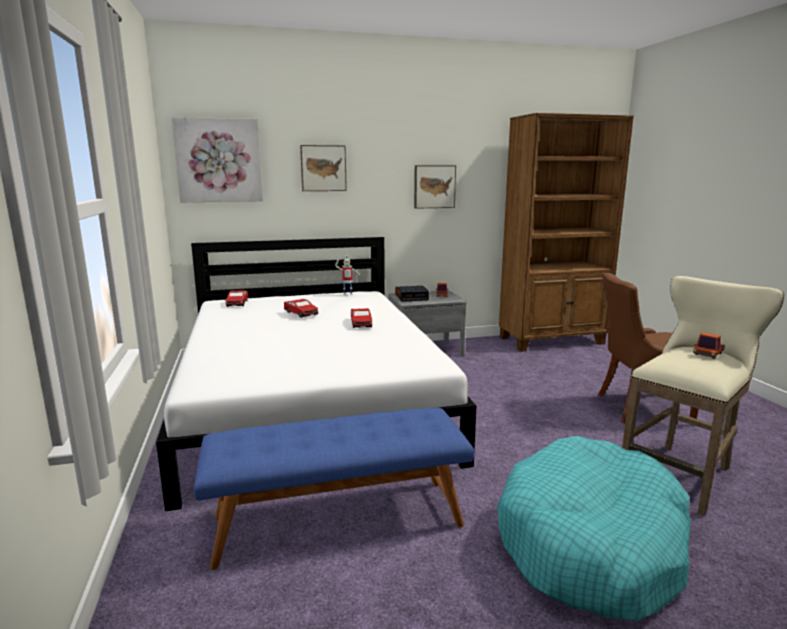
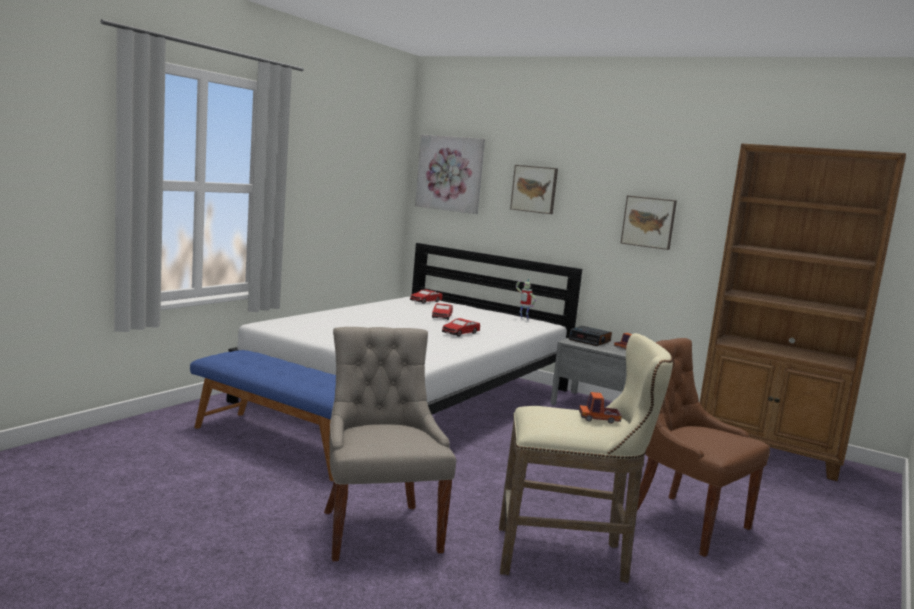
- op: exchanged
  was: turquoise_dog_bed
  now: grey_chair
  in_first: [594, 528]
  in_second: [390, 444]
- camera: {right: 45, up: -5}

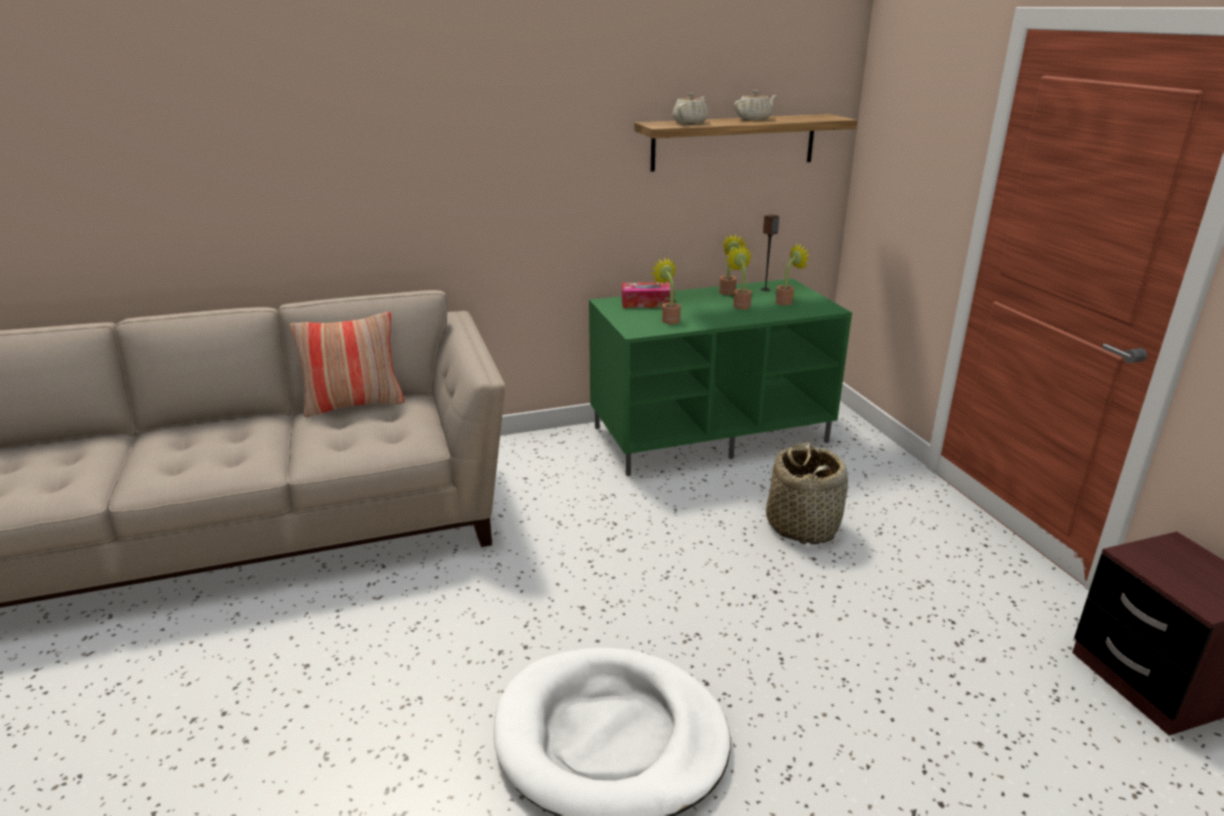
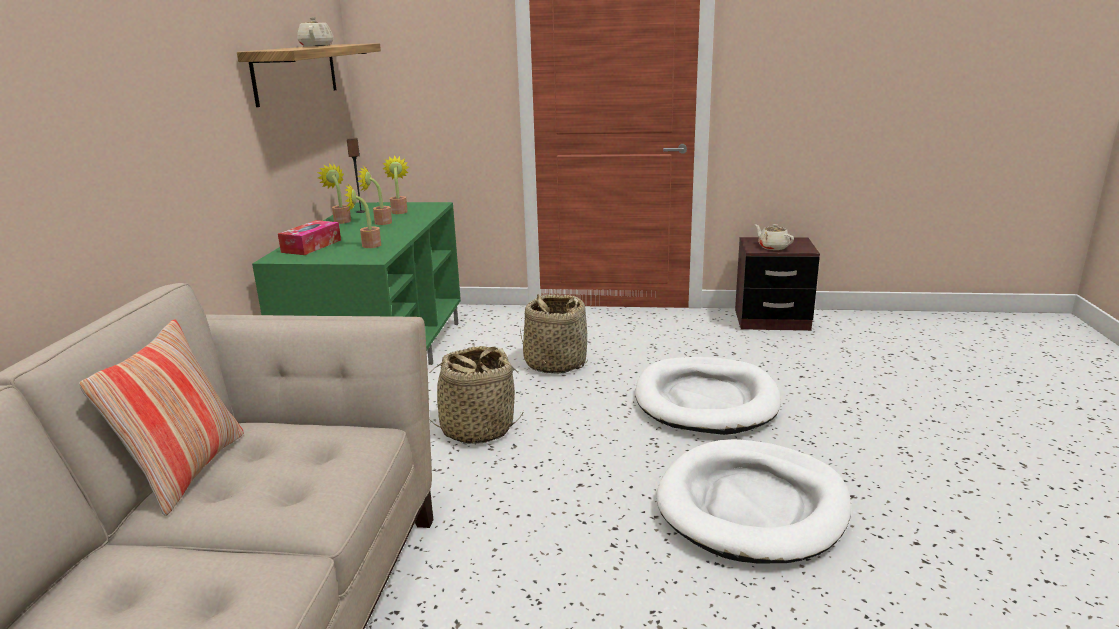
- op: relocated
  was: beige_teapot
  in_first: [691, 108]
  in_second: [774, 237]
- op: appeared
  now: basket
  in_second: [476, 395]
- op: appeared
  now: white_dog_bed
  in_second: [708, 396]
- camera: {right: -65, up: -5}

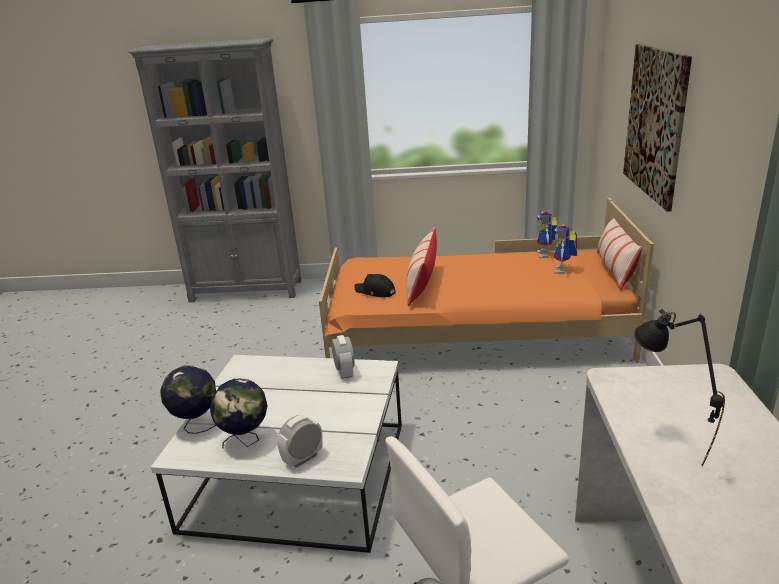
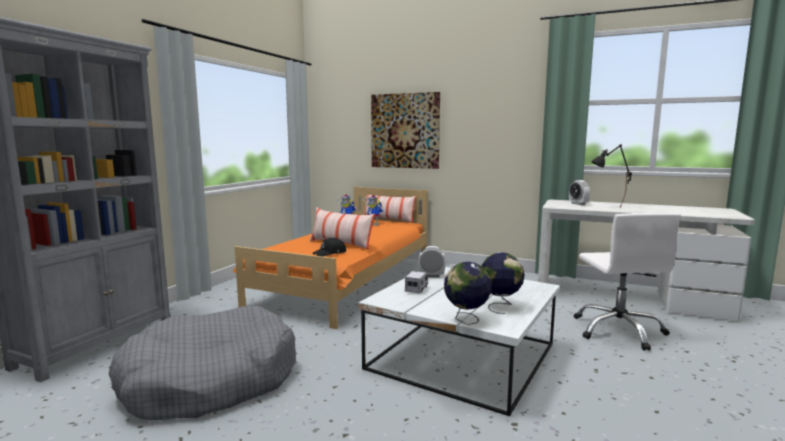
- op: relocated
  was: alarm_clock
  in_first: [300, 441]
  in_second: [579, 192]
- op: appeared
  now: toy_truck
  in_second: [416, 282]
- op: appeared
  now: grey_dog_bed
  in_second: [202, 363]
- camera: {right: -70, up: -15}

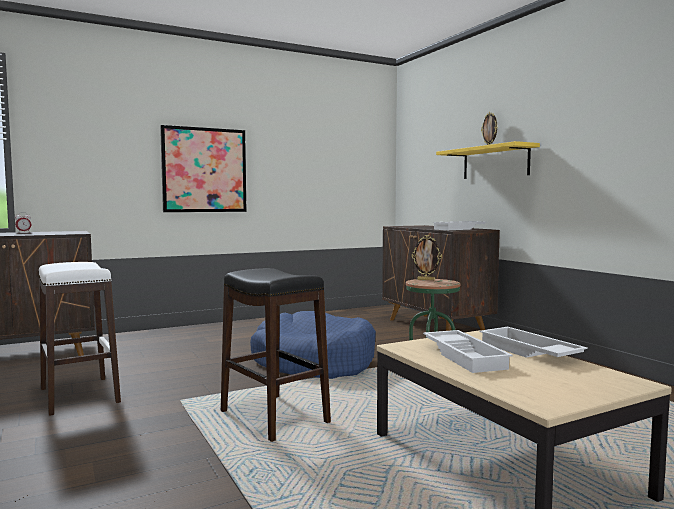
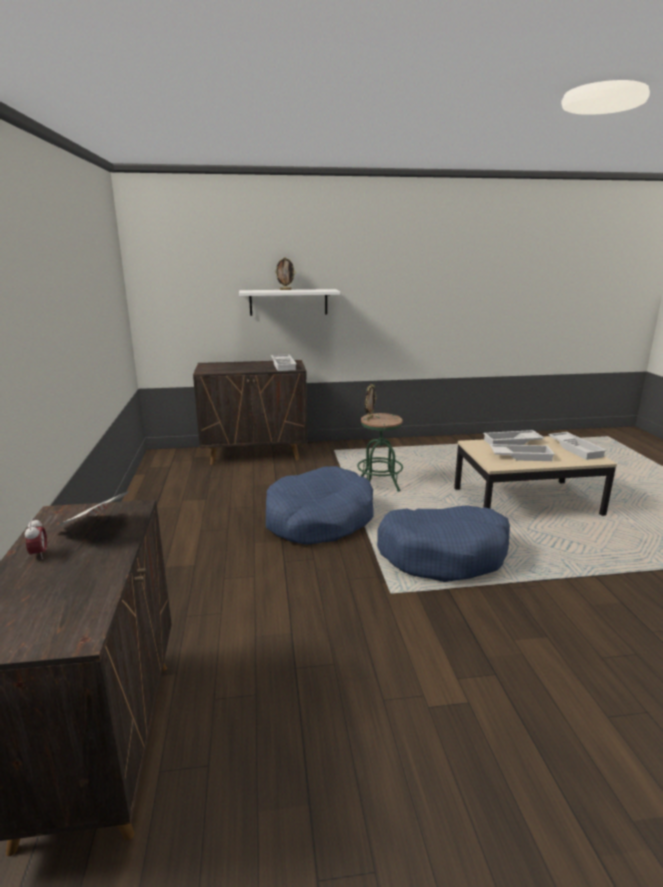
- op: missing
  was: picture
  in_first: [203, 168]
- op: colour
  was: yellow_shelf
  now: white_shelf
  in_first: [488, 160]
  in_second: [289, 302]
- op: missing
  was: white_stool
  in_first: [80, 339]
- op: exchanged
  was: black_stool
  now: blue_dog_bed
  in_first: [276, 355]
  in_second: [443, 543]
- op: appeared
  now: white_tray
  in_second: [577, 446]
- op: appeared
  now: newspaper
  in_second: [92, 510]
- camera: {right: -70, up: 15}

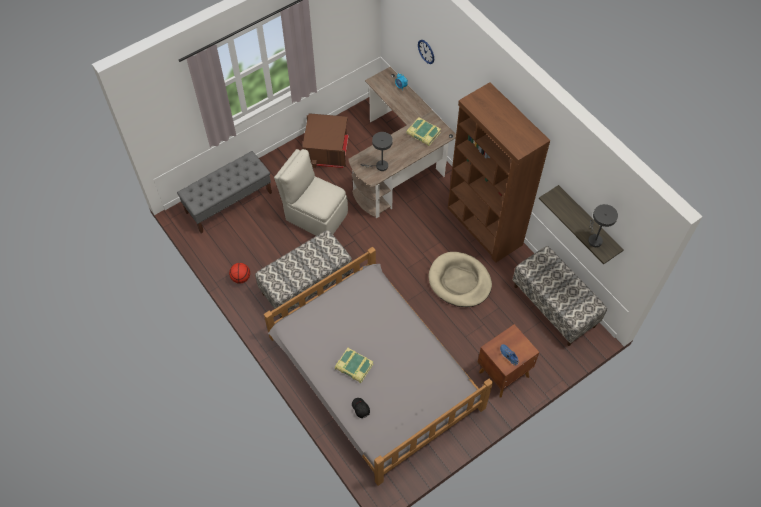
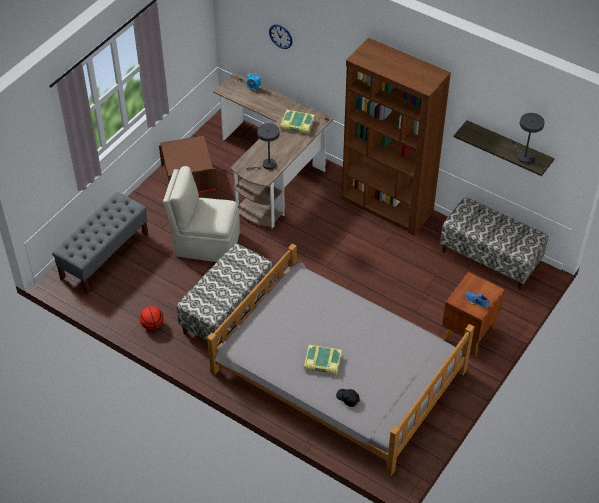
- op: missing
  was: beige_dog_bed
  in_first: [460, 279]
- camera: {right: -20, up: -10}

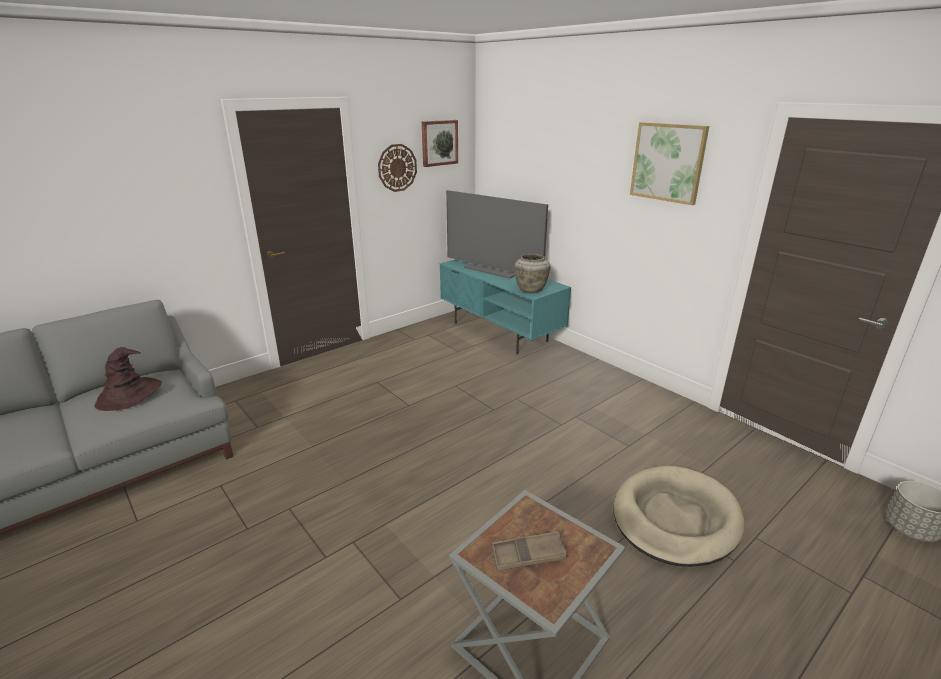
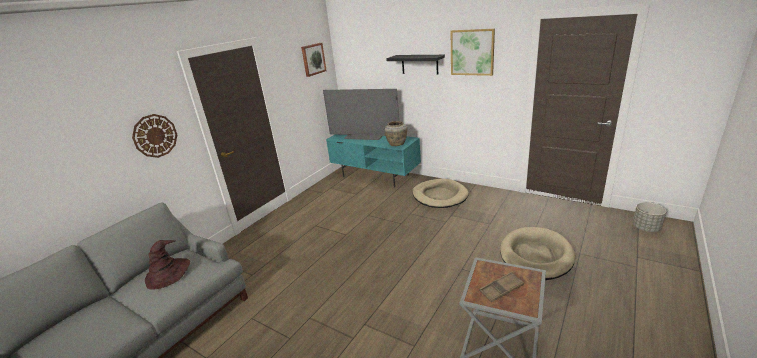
- op: relocated
  was: wall_clock
  in_first: [397, 168]
  in_second: [154, 136]
- op: appeared
  now: black_shelf
  in_second: [415, 64]
- op: appeared
  now: beige_dog_bed
  in_second: [440, 193]
- camera: {right: -15, up: 0}

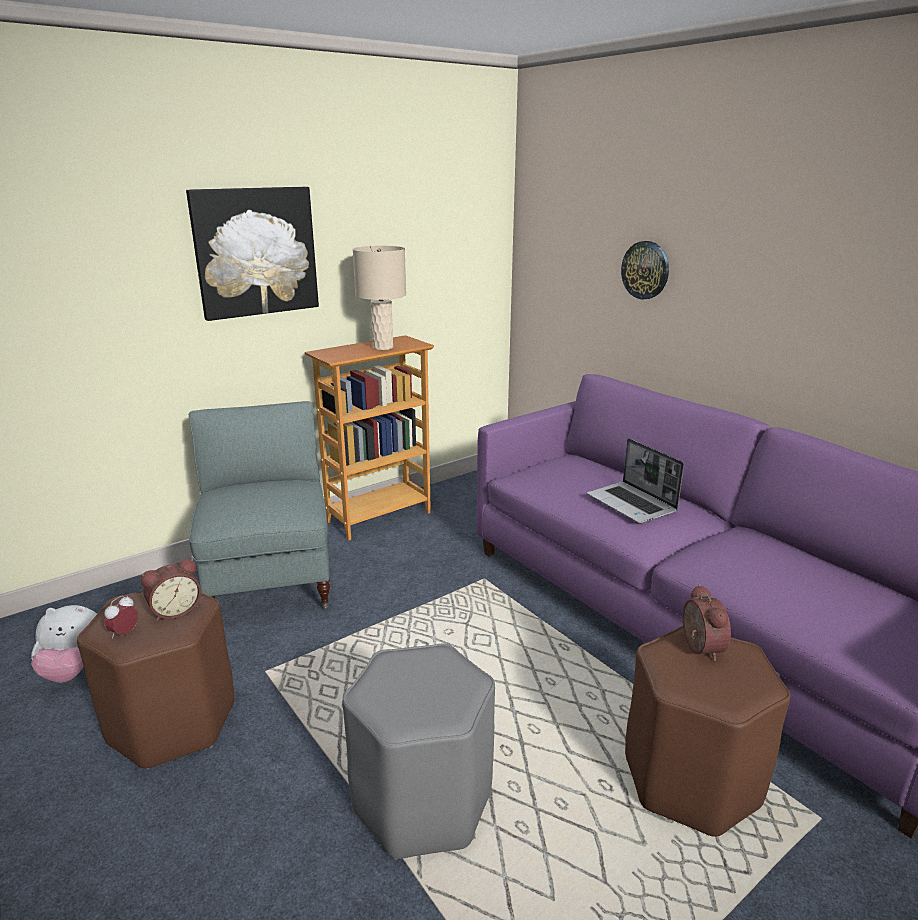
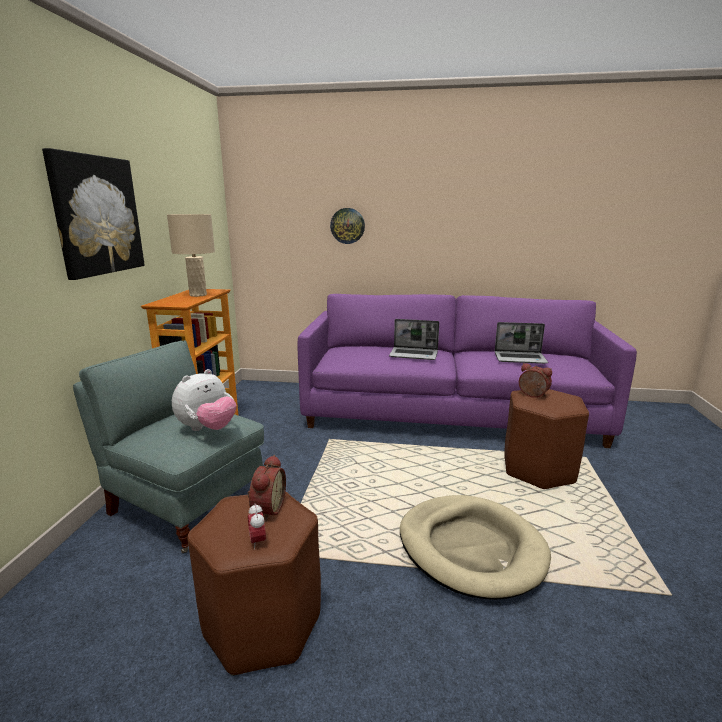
- op: relocated
  was: plush_toy
  in_first: [64, 644]
  in_second: [204, 400]
- op: exchanged
  was: grey_stool
  now: beige_dog_bed
  in_first: [418, 751]
  in_second: [475, 547]
- op: appeared
  now: laptop
  in_second: [521, 343]
- camera: {right: -45, up: -5}

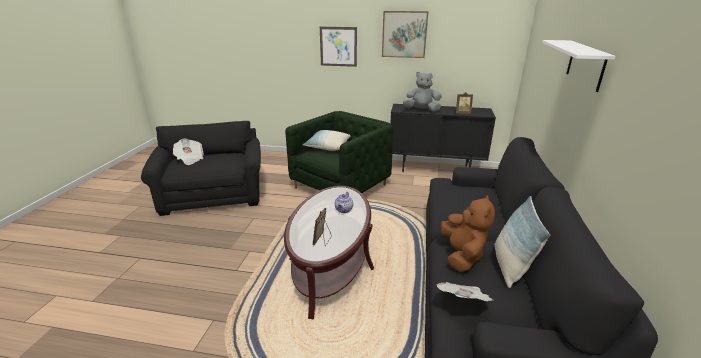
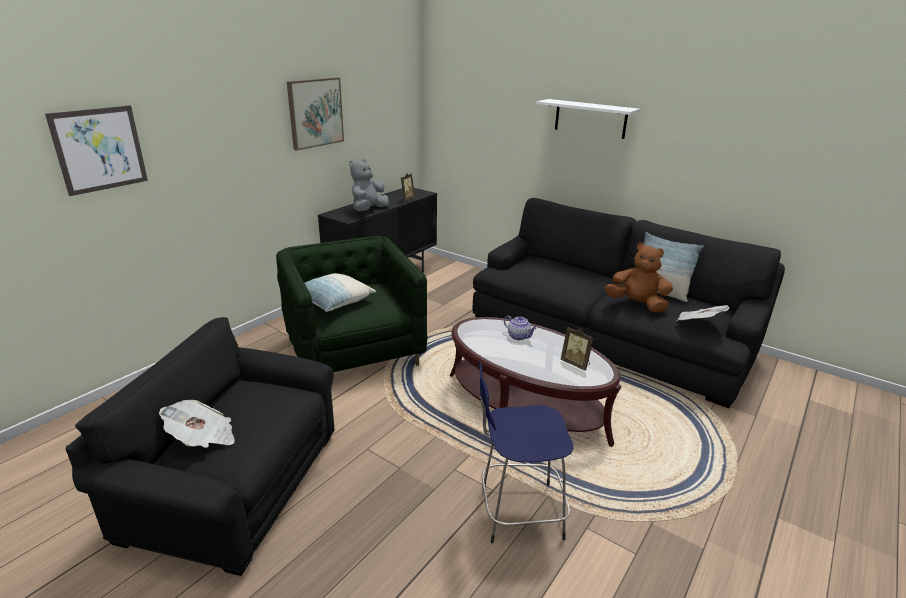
- op: relocated
  was: picture
  in_first: [338, 47]
  in_second: [96, 150]
- op: appeared
  now: blue_stool
  in_second: [526, 452]
- camera: {right: -65, up: 0}

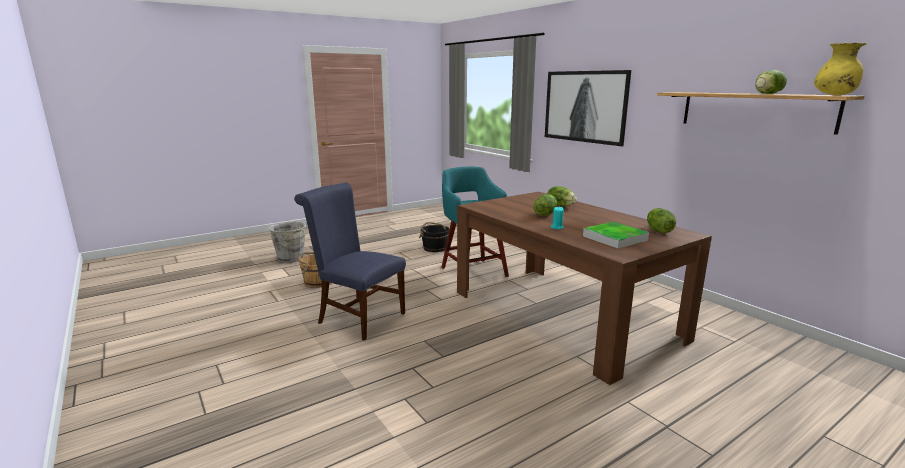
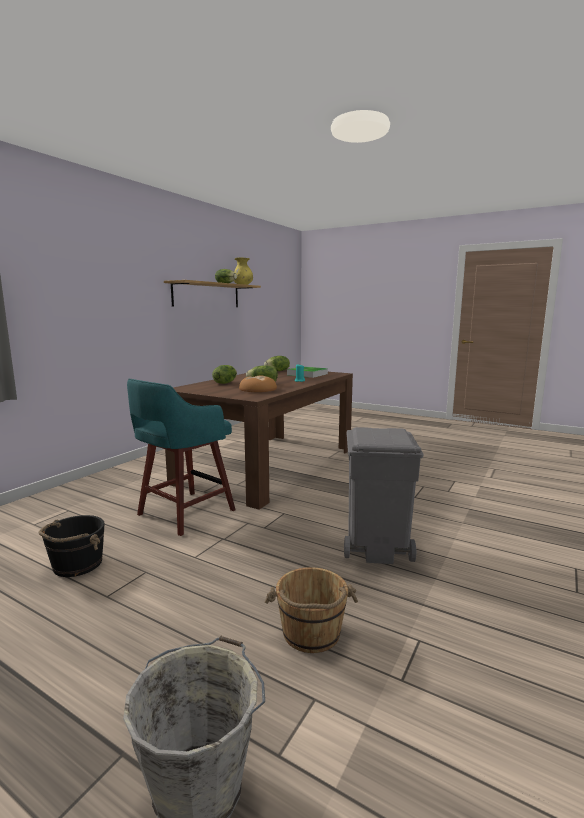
- op: missing
  was: picture
  in_first: [588, 108]
- op: exchanged
  was: blue_chair
  now: grey_trash_can
  in_first: [350, 261]
  in_second: [383, 495]
- op: appeared
  now: bread
  in_second: [258, 384]
- camera: {right: -115, up: -5}

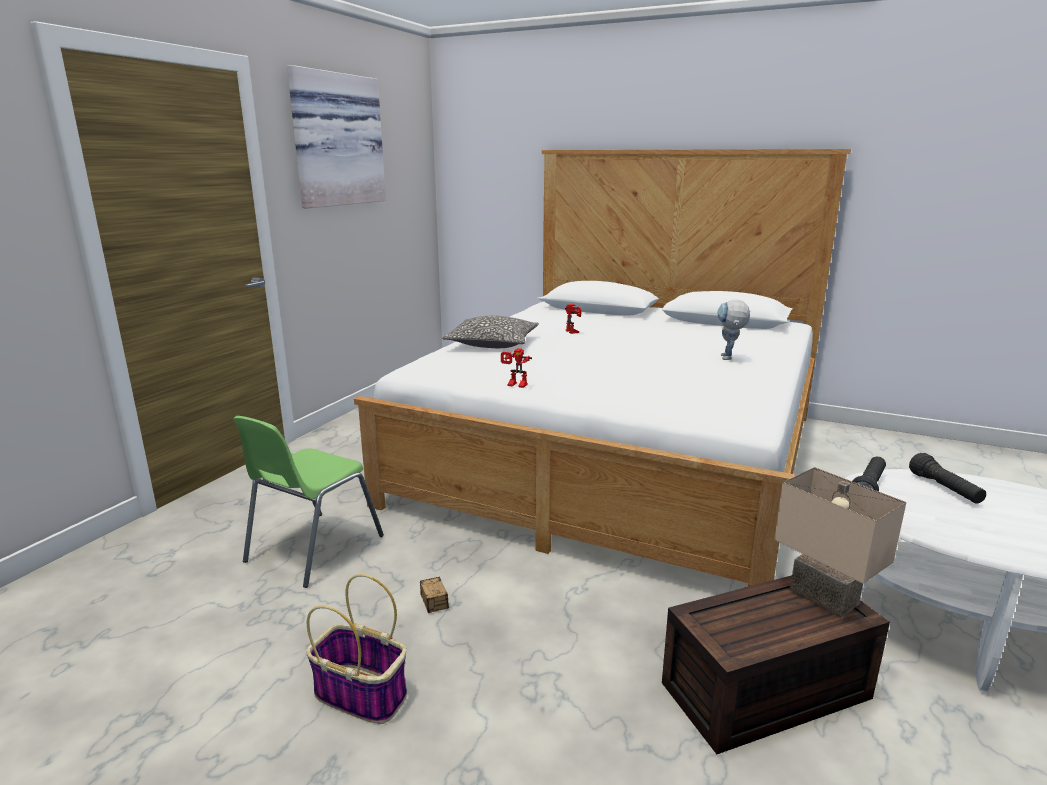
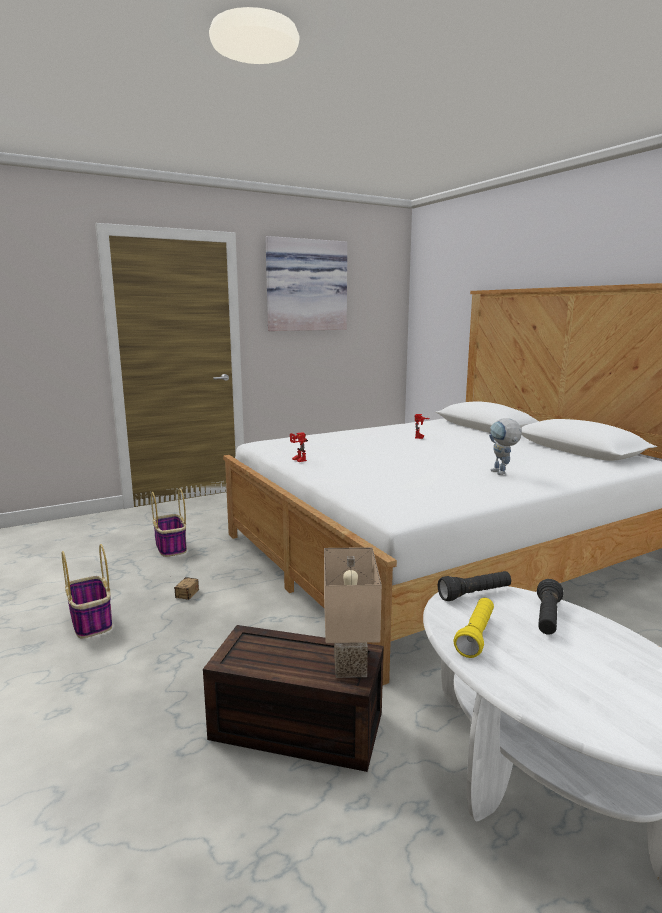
- op: spun
  was: toy_robot
  in_first: [734, 330]
  in_second: [505, 446]
  clockwise: -60
- op: missing
  was: pillow
  in_first: [490, 332]
- op: exchanged
  was: green_chair
  now: basket
  in_first: [308, 502]
  in_second: [169, 522]
- op: appeared
  now: yellow_flashlight
  in_second: [473, 628]
- camera: {right: 35, up: -5}

